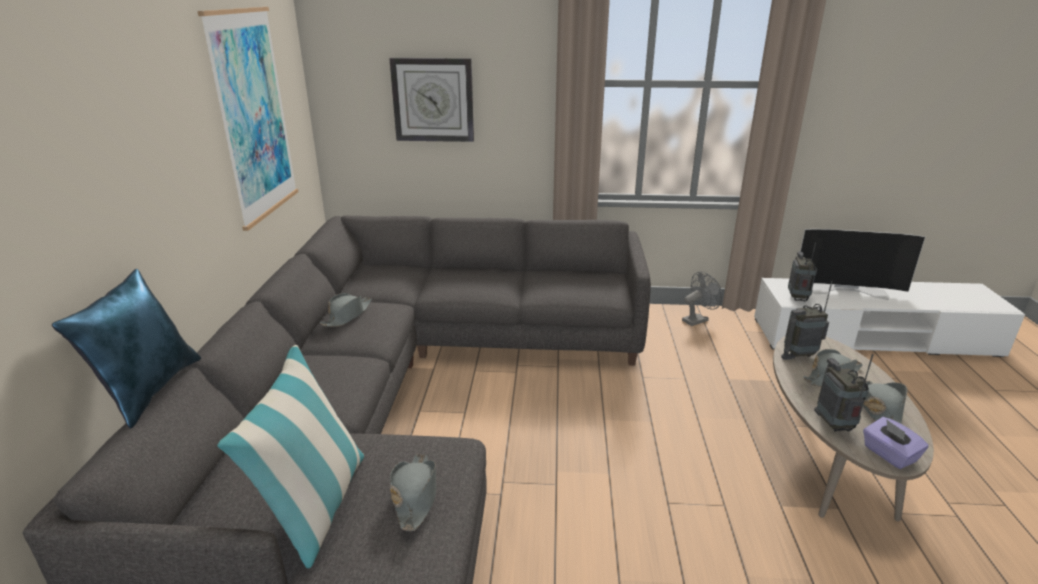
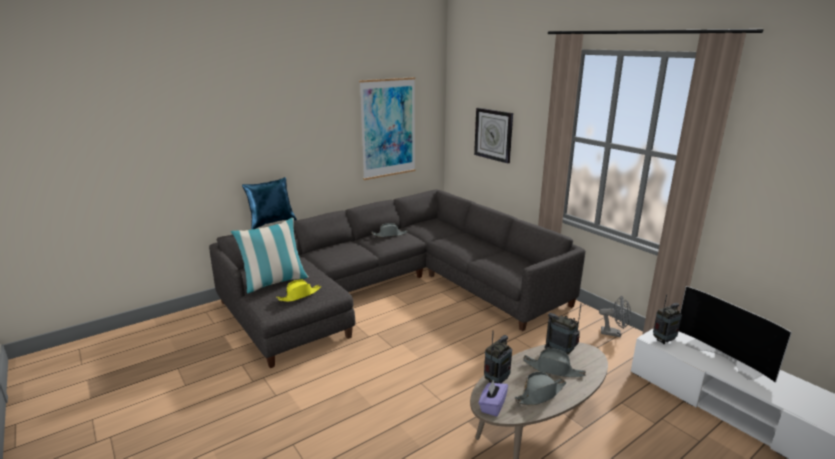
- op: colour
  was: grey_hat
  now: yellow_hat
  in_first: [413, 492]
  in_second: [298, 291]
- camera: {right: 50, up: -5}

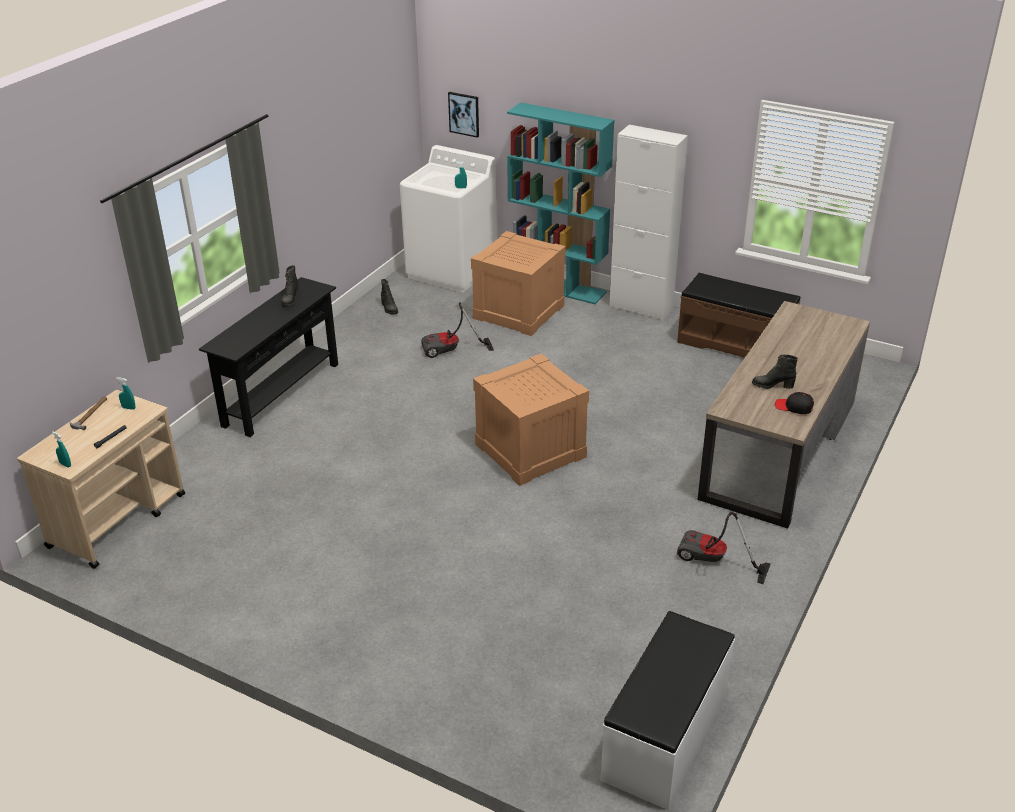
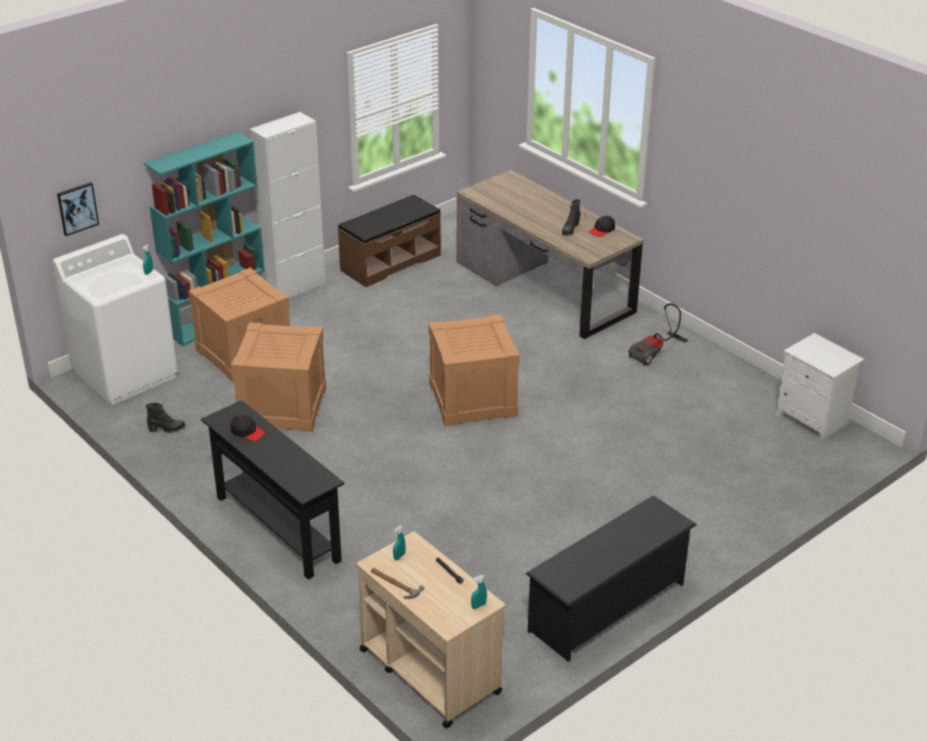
- op: exchanged
  was: black_boot
  now: black_cap
  in_first: [289, 286]
  in_second: [247, 428]
- op: exchanged
  was: vacuum_cleaner
  now: crate
  in_first: [457, 330]
  in_second: [278, 377]
- op: exchanged
  was: white_bench
  now: white_nightstand
  in_first: [667, 710]
  in_second: [819, 387]
- op: appeared
  now: black_shoe_rack
  in_second: [611, 578]
- camera: {right: -70, up: 0}

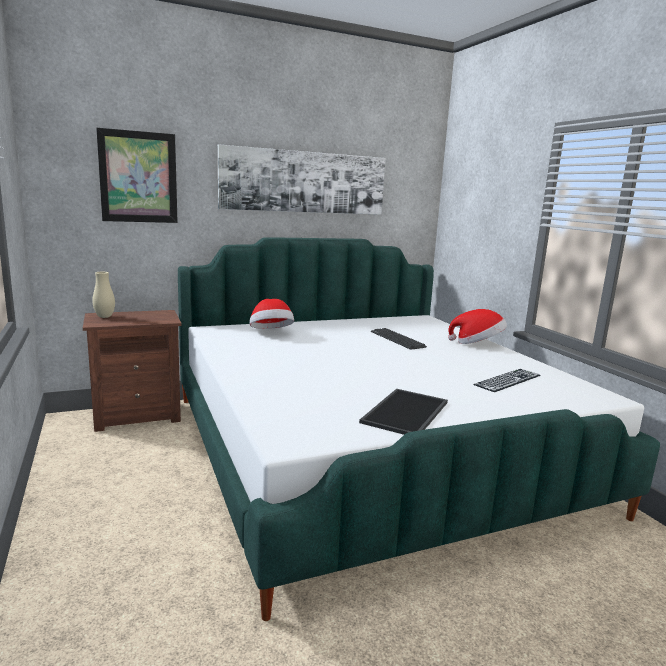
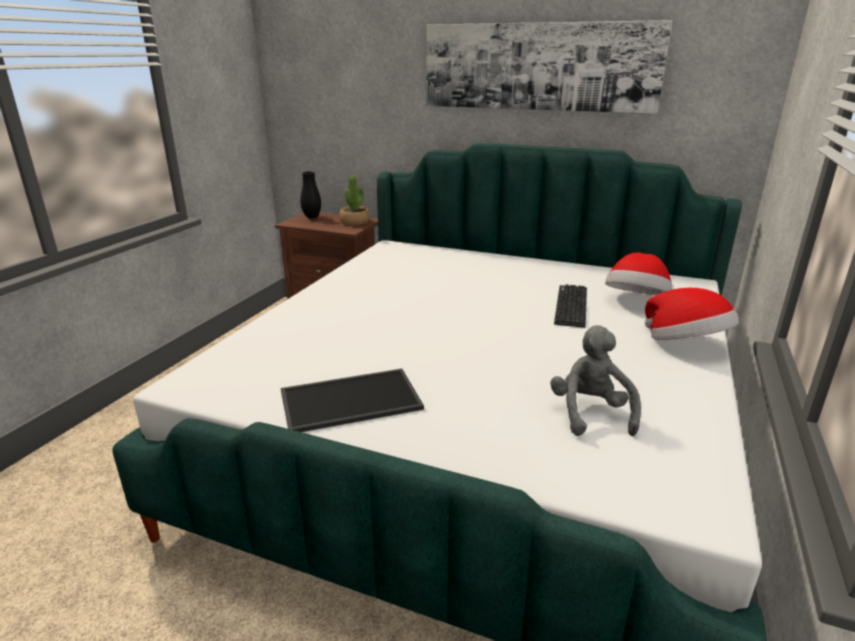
- op: missing
  was: picture
  in_first: [137, 175]
- op: colour
  was: beige_vase
  now: black_vase
  in_first: [103, 295]
  in_second: [310, 194]
- op: relocated
  was: hat
  in_first: [271, 314]
  in_second: [638, 273]
- op: exchanged
  was: keyboard
  now: grey_plush_toy
  in_first: [507, 380]
  in_second: [595, 380]
- op: appeared
  now: potted_plant
  in_second: [354, 200]
- camera: {right: 45, up: 10}

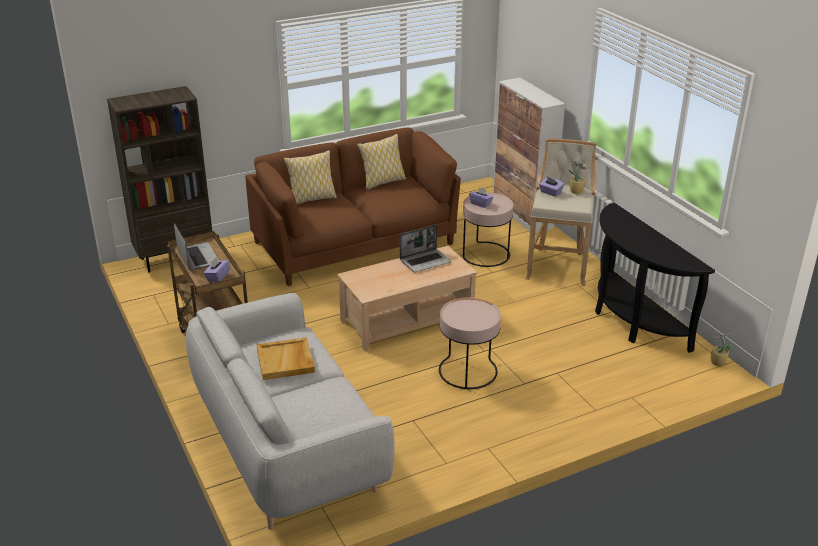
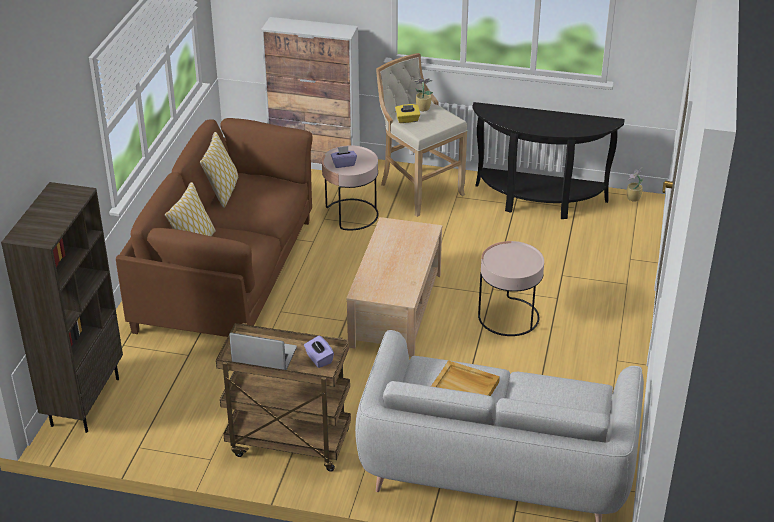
- op: colour
  was: purple_tissue_box
  now: yellow_tissue_box
  in_first: [551, 187]
  in_second: [407, 113]
- op: missing
  was: laptop
  in_first: [425, 248]
- camera: {right: -50, up: 5}

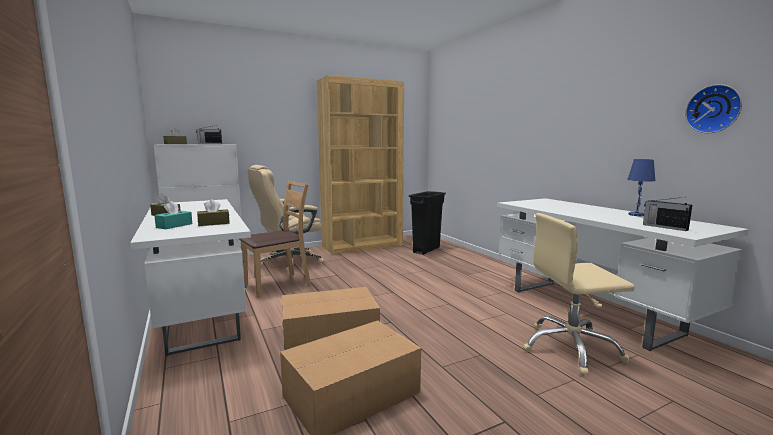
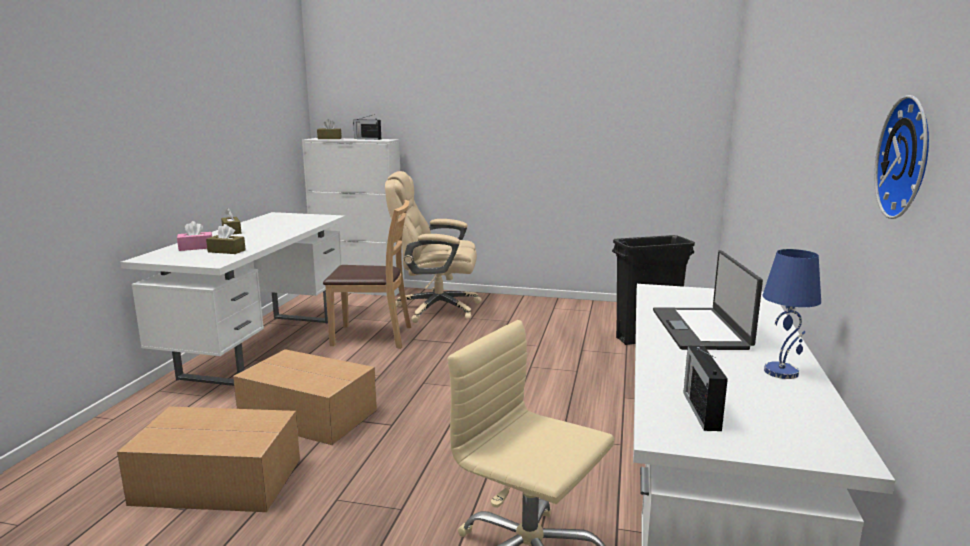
- op: missing
  was: brown_bookcase
  in_first: [360, 164]
- op: colour
  was: turquoise_tissue_box
  now: pink_tissue_box
  in_first: [173, 215]
  in_second: [194, 236]
- op: appeared
  now: laptop
  in_second: [708, 300]
- camera: {right: 40, up: 5}

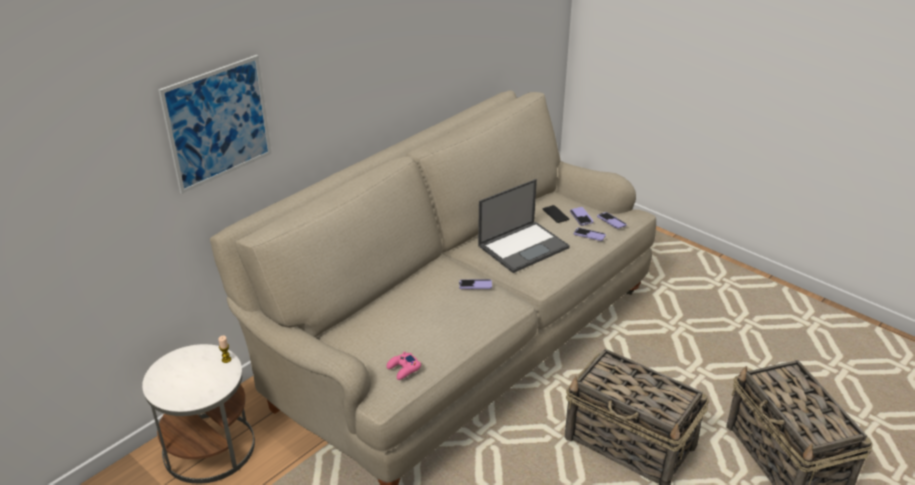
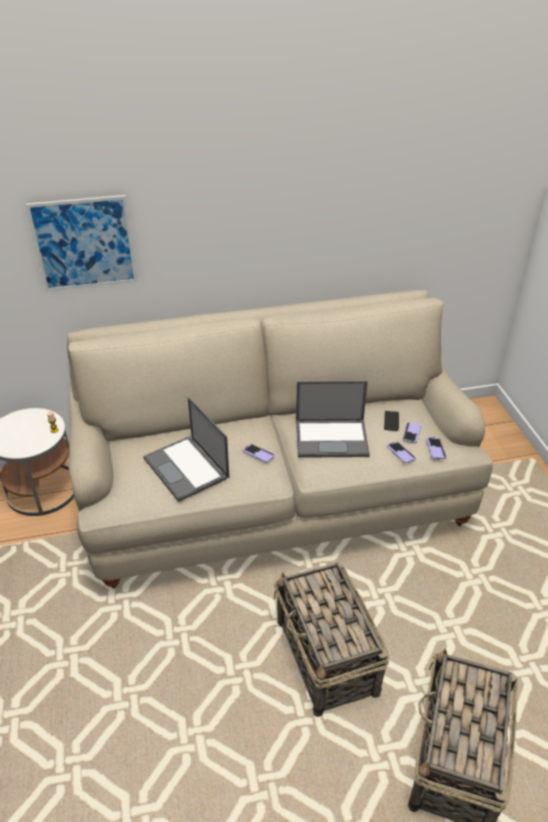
- op: missing
  was: pink_game_controller
  in_first: [403, 365]
- op: appeared
  now: laptop
  in_second: [186, 449]
- camera: {right: 35, up: 5}

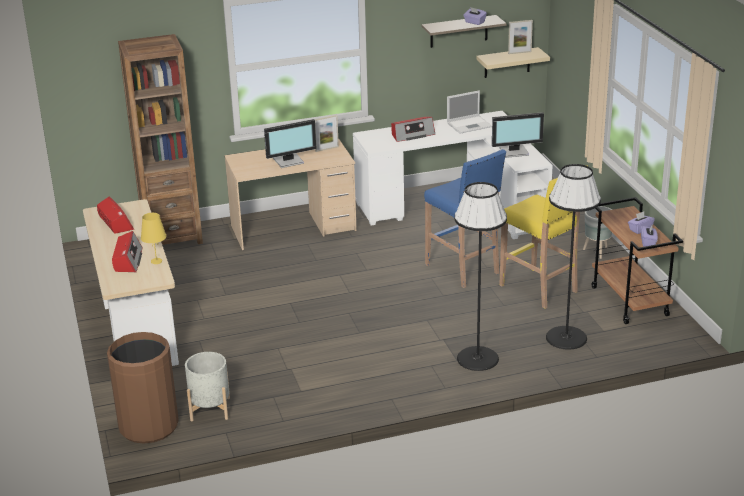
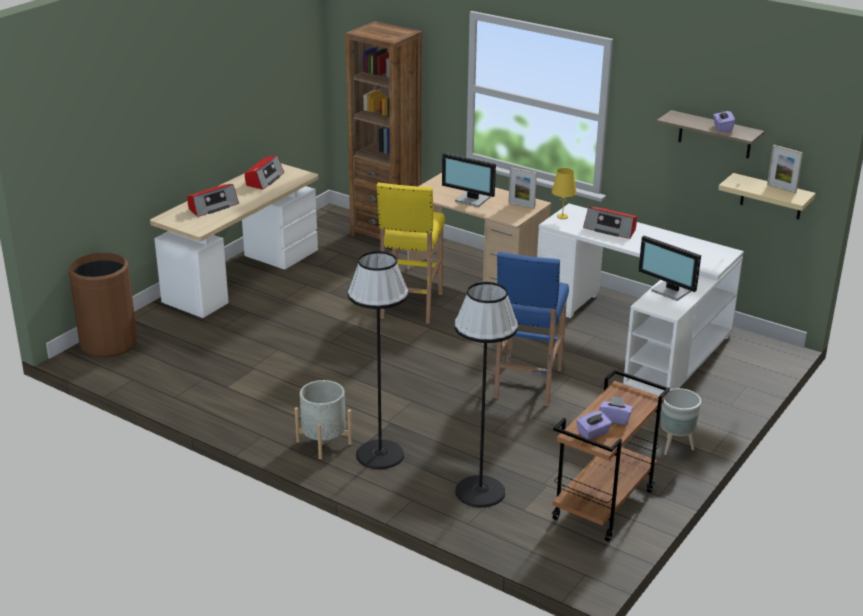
- op: missing
  was: laptop
  in_first: [469, 112]
- op: relocated
  was: yellow_stool
  in_first: [543, 237]
  in_second: [411, 253]
- op: relocated
  was: yellow_table_lamp
  in_first: [153, 238]
  in_second: [564, 193]
- op: relocated
  was: grey_planter
  in_first: [207, 386]
  in_second: [323, 419]
- camera: {right: 50, up: 0}

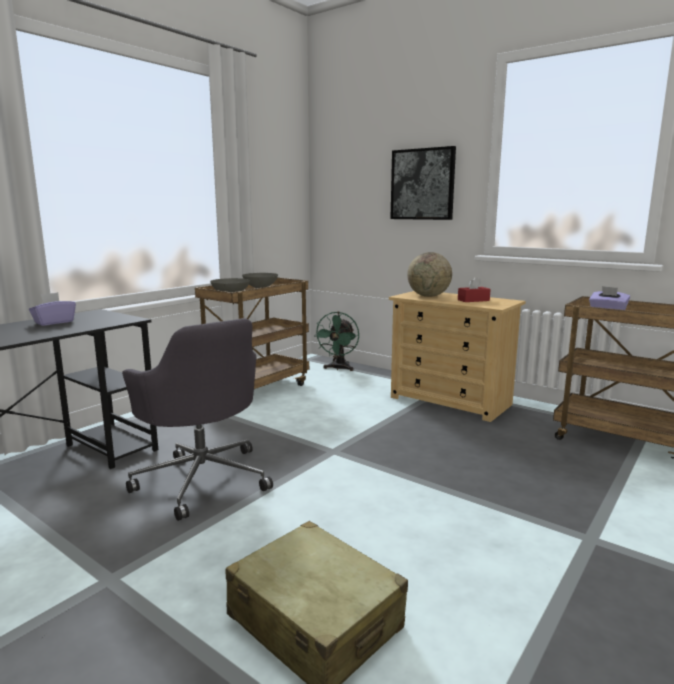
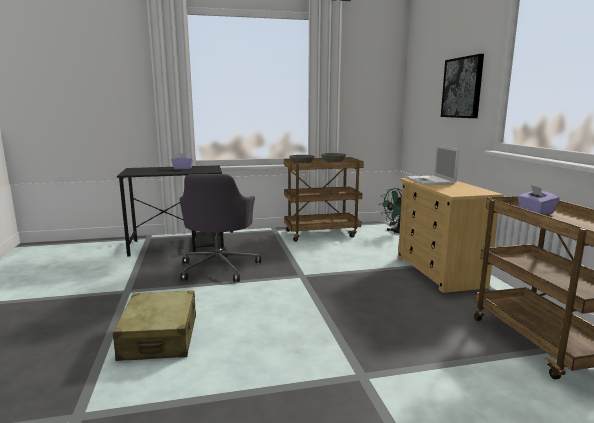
- op: exchanged
  was: globe
  now: laptop
  in_first: [429, 274]
  in_second: [433, 165]
- op: missing
  was: red_tissue_box
  in_first: [474, 289]
- camera: {right: 40, up: 0}

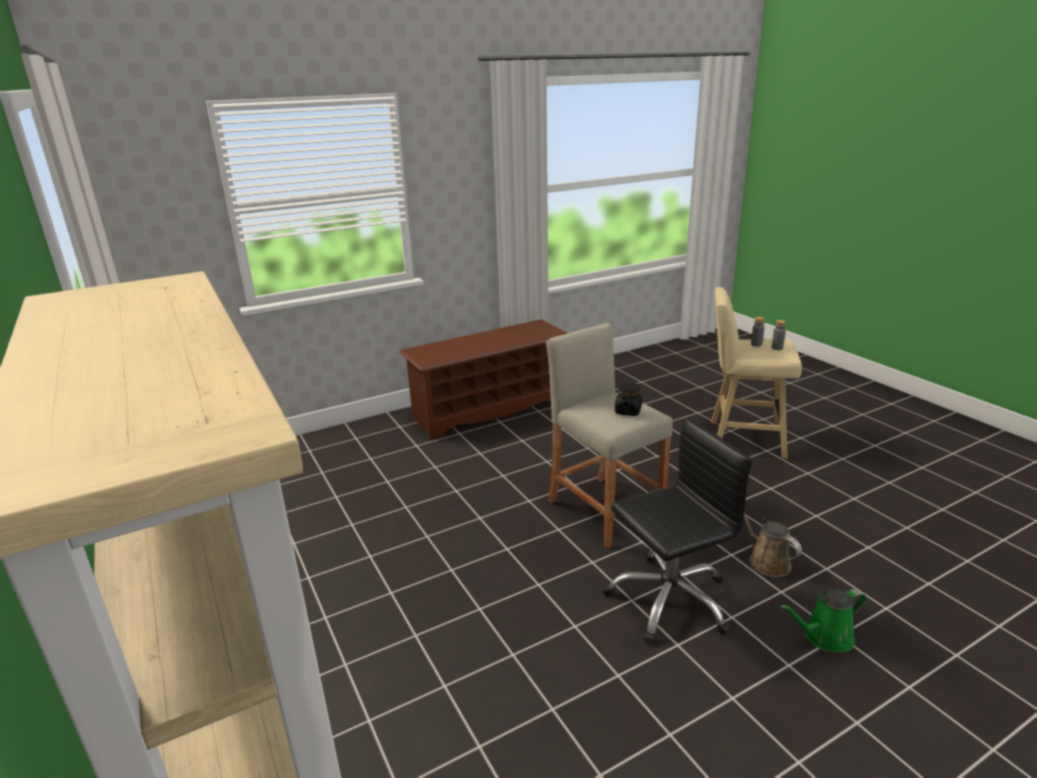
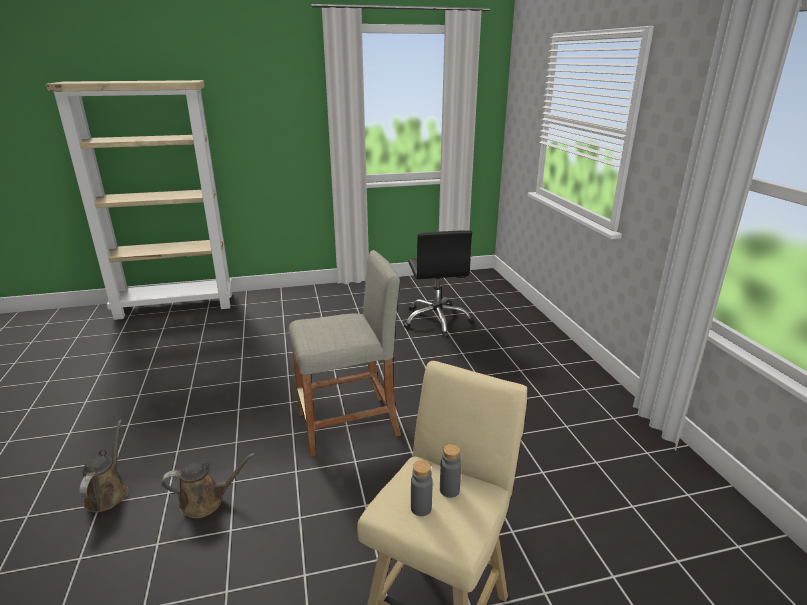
- op: missing
  was: brown_shoe_rack
  in_first: [483, 379]
- op: missing
  was: black_jar
  in_first: [628, 399]
- op: relocated
  was: black_office_chair
  in_first: [678, 530]
  in_second: [438, 283]
- op: colour
  was: green_watering_can
  now: brown_watering_can
  in_first: [823, 620]
  in_second: [104, 466]
- camera: {right: 105, up: 0}

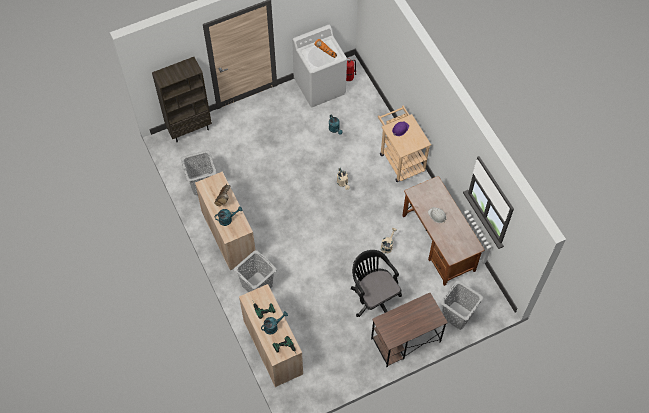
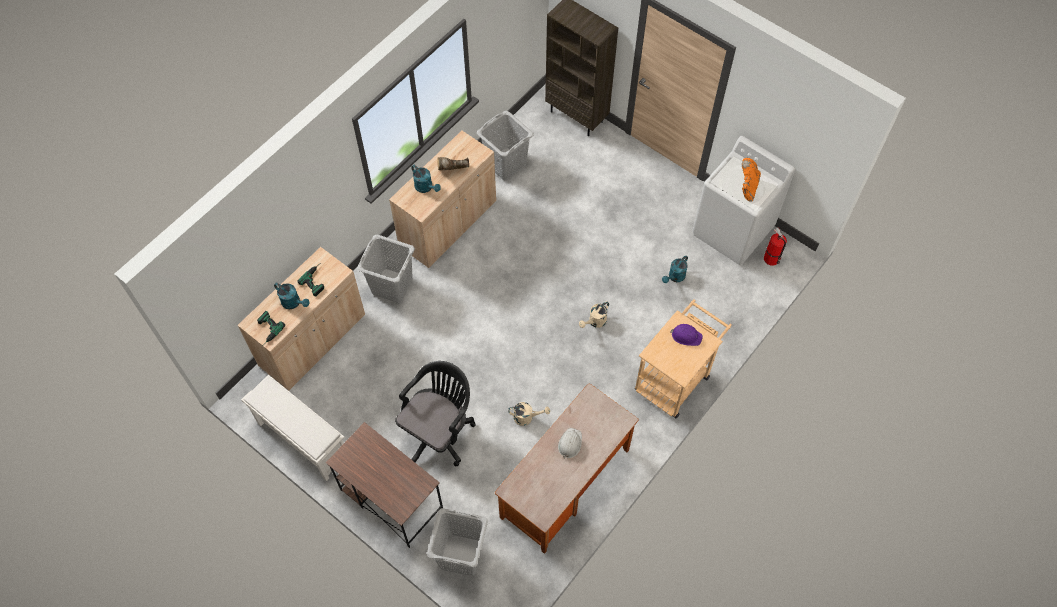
- op: appeared
  now: white_shoe_rack
  in_second: [292, 428]
- camera: {right: 65, up: 0}

